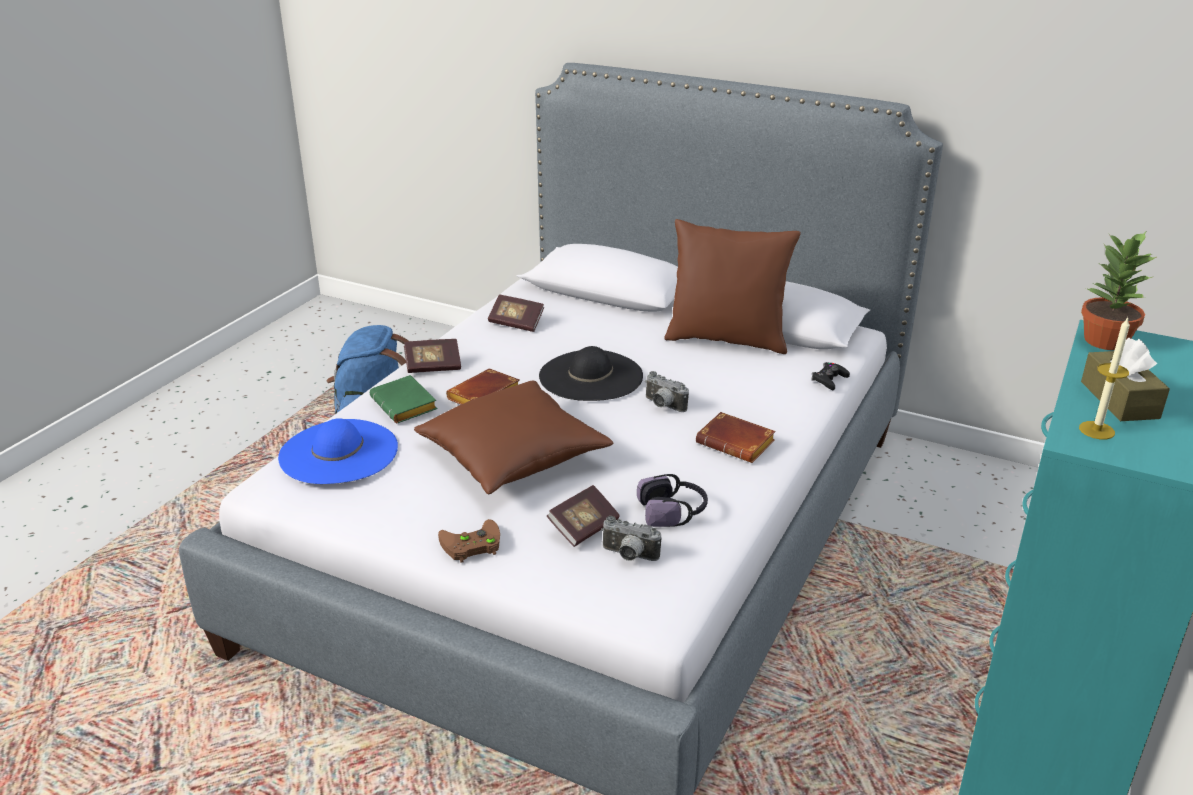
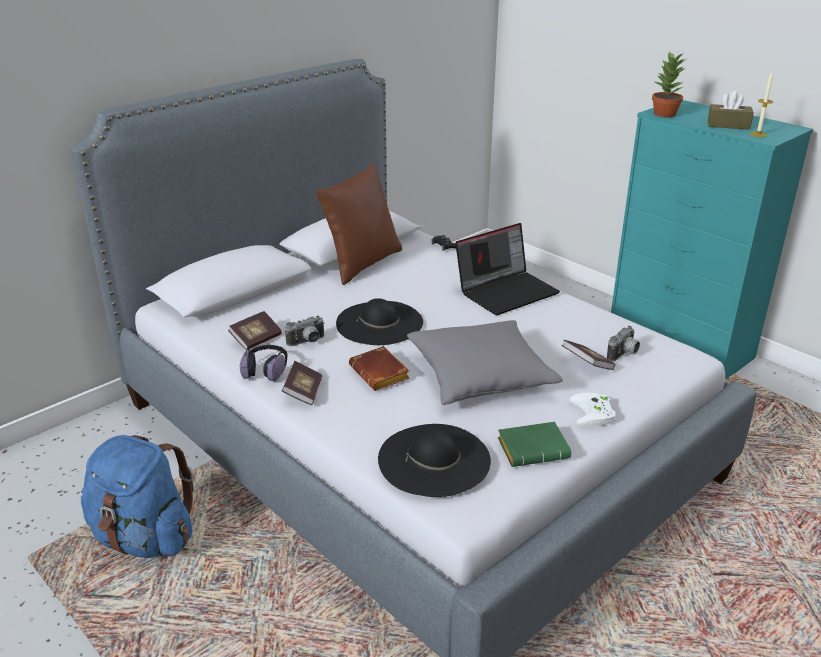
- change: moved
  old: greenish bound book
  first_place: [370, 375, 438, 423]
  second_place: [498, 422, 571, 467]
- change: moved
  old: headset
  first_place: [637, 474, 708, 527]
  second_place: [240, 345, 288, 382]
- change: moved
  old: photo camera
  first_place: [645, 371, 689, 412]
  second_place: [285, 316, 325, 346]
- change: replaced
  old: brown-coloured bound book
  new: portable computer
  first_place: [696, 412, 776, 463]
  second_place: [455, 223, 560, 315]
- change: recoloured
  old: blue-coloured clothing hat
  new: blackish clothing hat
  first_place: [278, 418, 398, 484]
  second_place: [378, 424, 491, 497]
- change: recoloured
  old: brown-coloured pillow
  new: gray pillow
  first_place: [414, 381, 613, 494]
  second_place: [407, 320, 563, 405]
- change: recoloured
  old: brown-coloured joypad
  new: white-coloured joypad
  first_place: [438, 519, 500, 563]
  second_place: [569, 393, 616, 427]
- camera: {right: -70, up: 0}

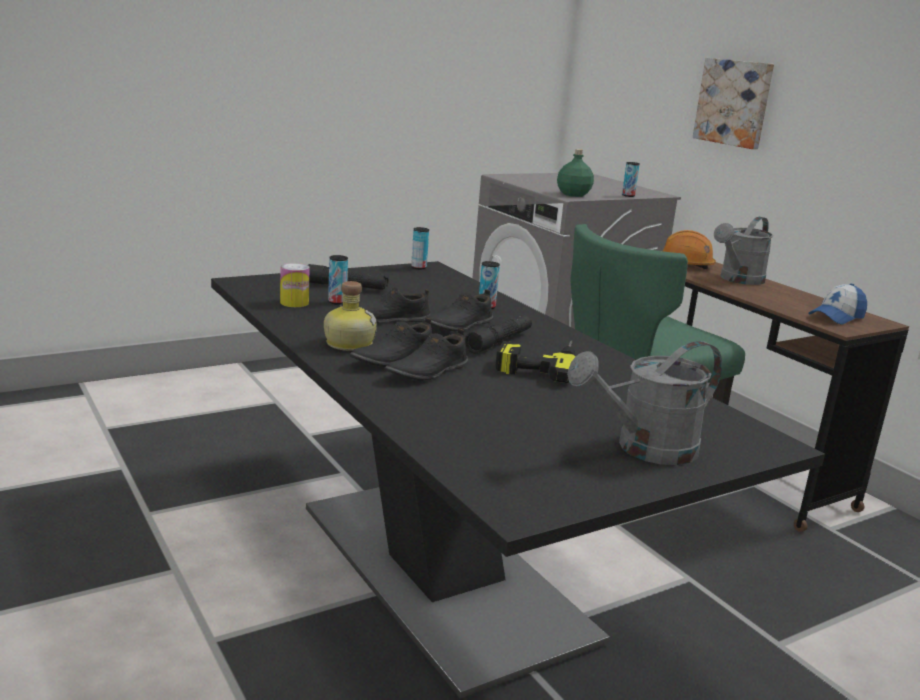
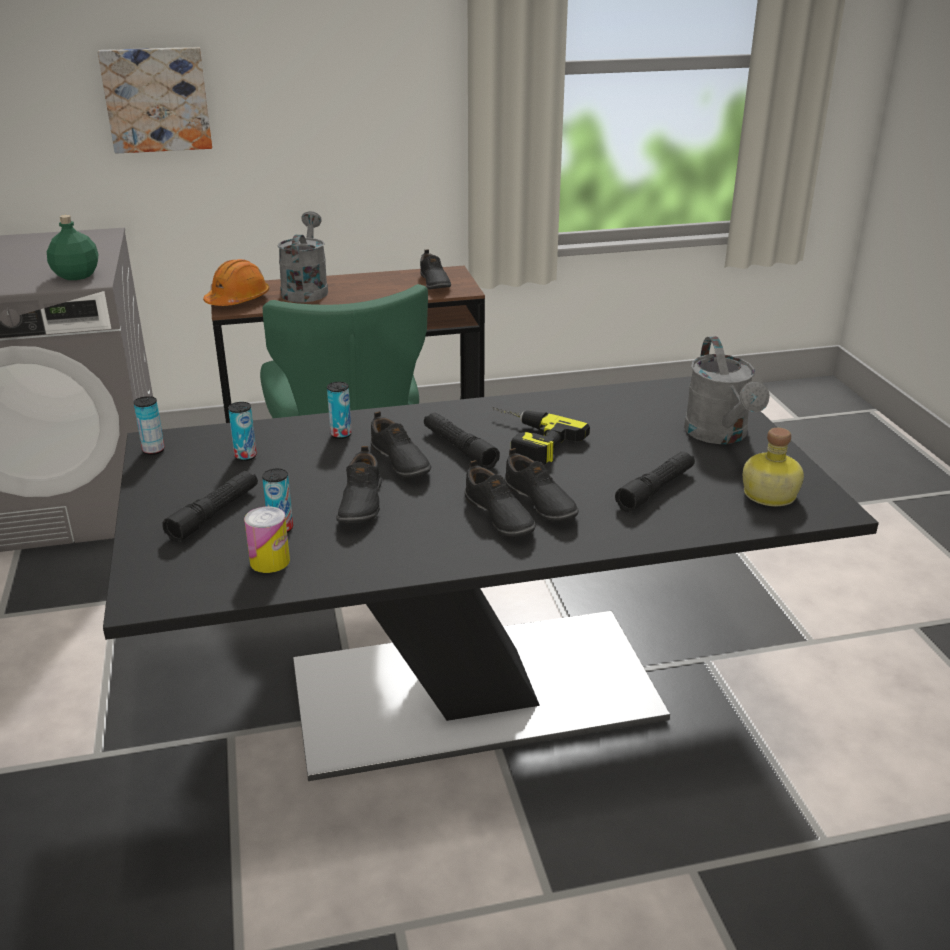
- change: added
  new: blackish hand torch
  second_place: [615, 451, 695, 512]
- change: moved
  old: beverage bottle
  first_place: [324, 281, 377, 351]
  second_place: [743, 428, 804, 506]
- change: moved
  old: can
  first_place: [622, 162, 640, 197]
  second_place: [228, 402, 257, 461]
- change: replaced
  old: peaked cap
  new: blackish shoe
  first_place: [808, 283, 867, 325]
  second_place: [420, 249, 451, 289]
- change: turned
  old: gray sprinkling can
  first_place: [714, 217, 773, 285]
  second_place: [277, 211, 328, 303]
  degrees: -150
- camera: {right: -70, up: 10}

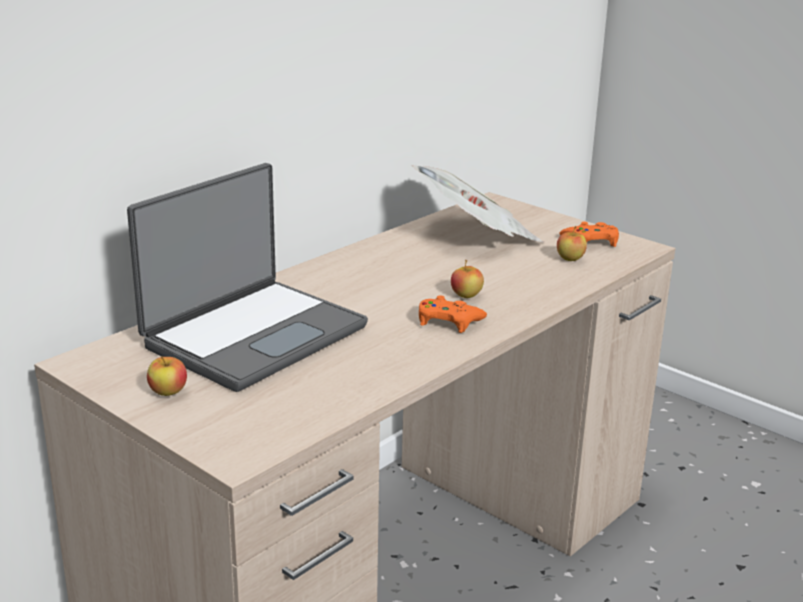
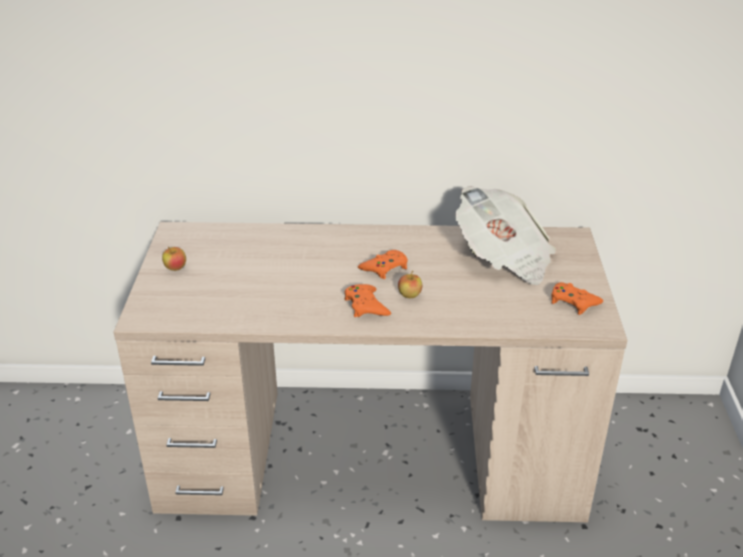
- change: removed
  old: portable computer
  first_place: [127, 163, 368, 392]
- change: removed
  old: whole apple
  first_place: [557, 226, 587, 261]
- change: added
  new: orangey joypad
  second_place: [358, 250, 408, 279]
- camera: {right: 50, up: 10}

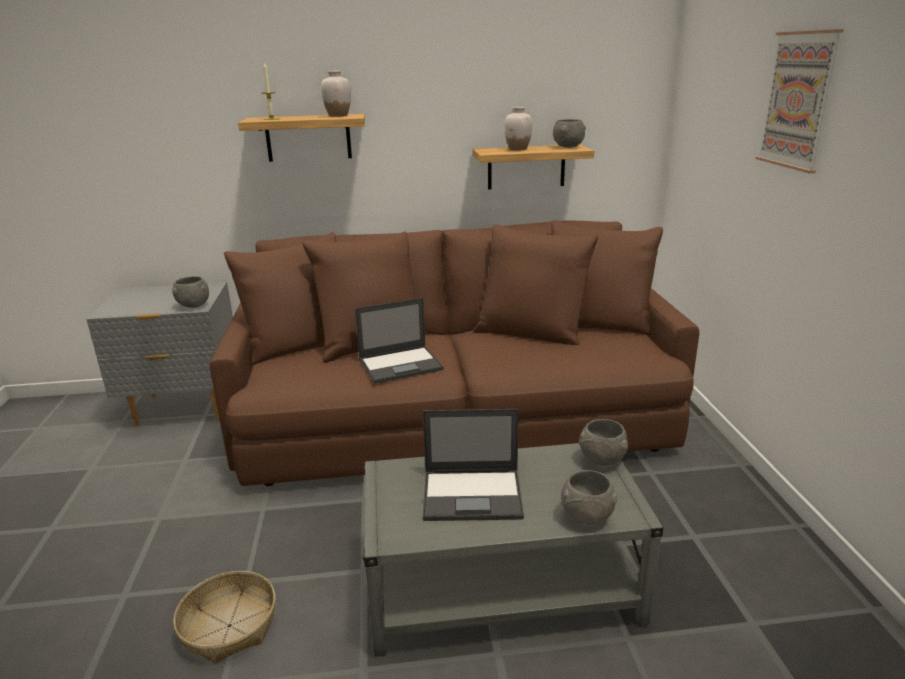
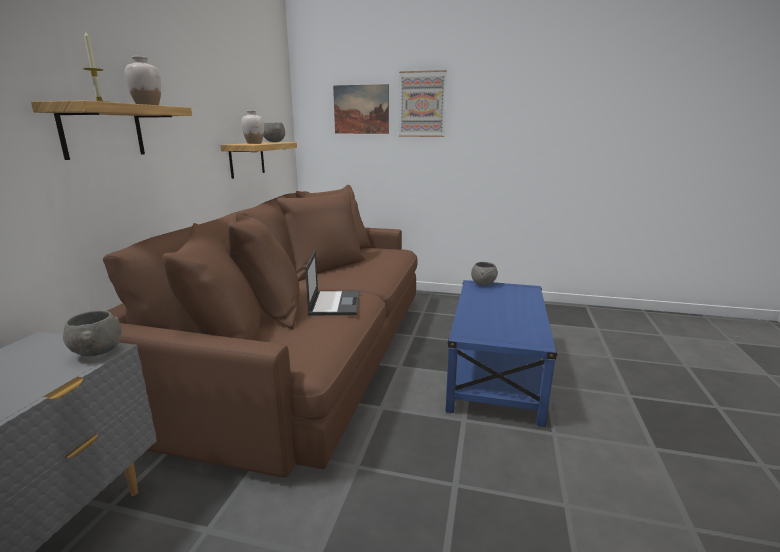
- change: removed
  old: basket
  first_place: [173, 571, 276, 664]
- change: removed
  old: portable computer
  first_place: [422, 409, 524, 521]
- change: removed
  old: gray bowl
  first_place: [561, 470, 617, 525]
- change: added
  new: picture
  second_place: [333, 84, 389, 134]
- change: recoloured
  old: gray coffee table
  new: blue-coloured coffee table
  first_place: [362, 443, 664, 657]
  second_place: [445, 280, 558, 427]
- camera: {right: -70, up: -5}

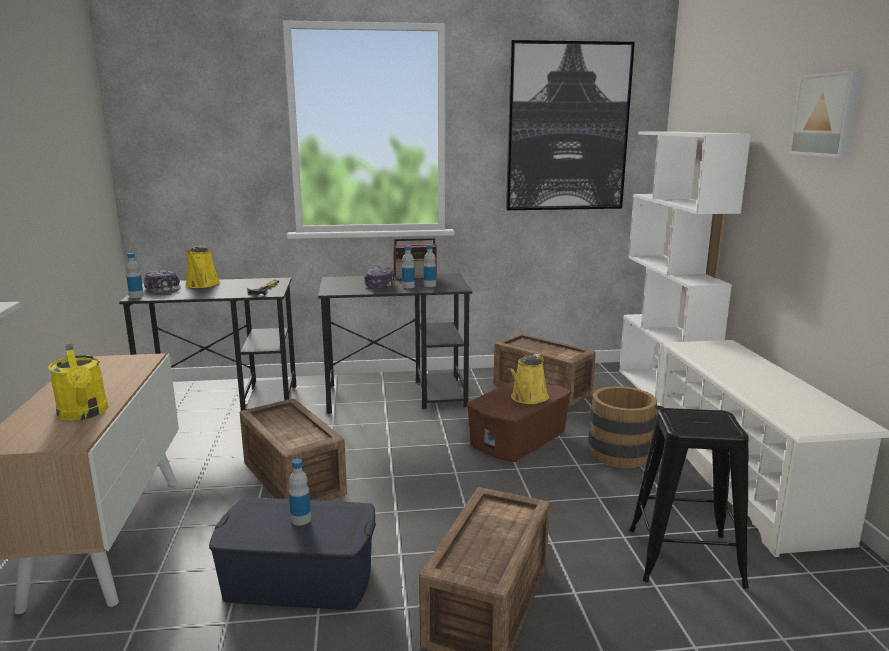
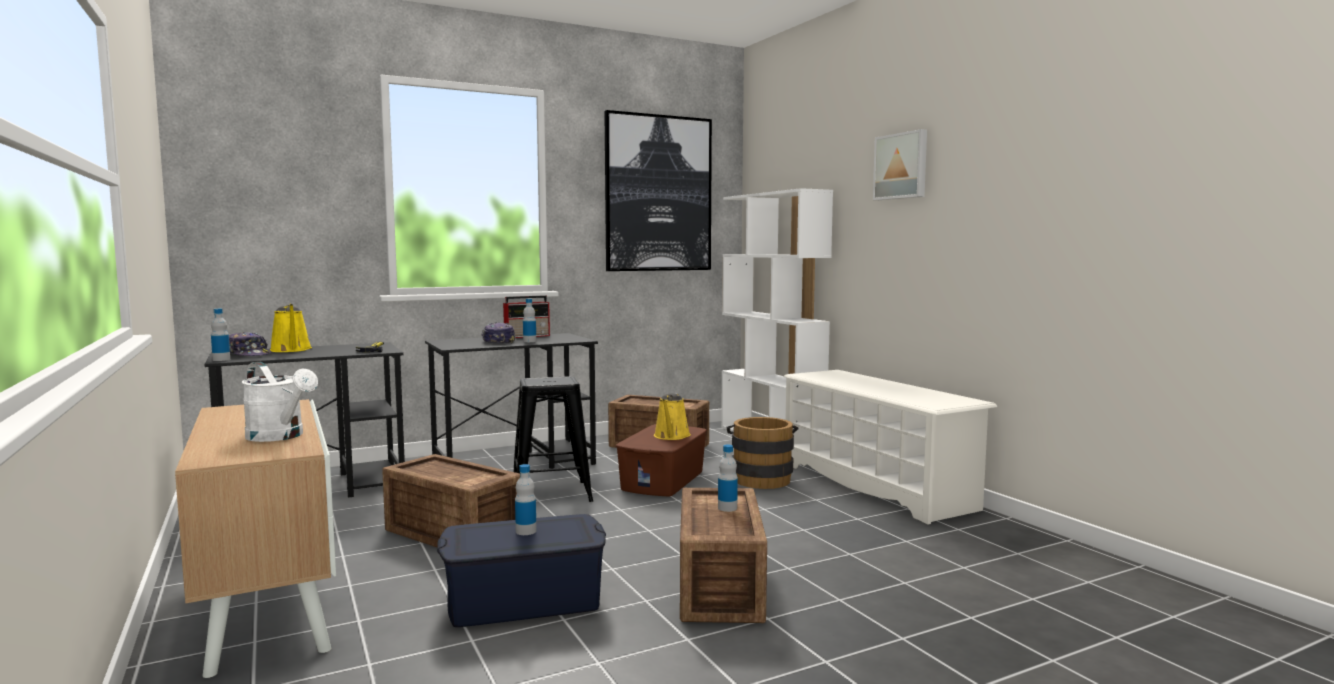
- change: moved
  old: beverage bottle
  first_place: [424, 245, 436, 287]
  second_place: [718, 445, 738, 512]
- change: moved
  old: blackish stool seat
  first_place: [629, 408, 749, 589]
  second_place: [514, 376, 593, 502]
- change: recoloured
  old: yellowish sprinkling can
  new: white-coloured sprinkling can
  first_place: [48, 343, 108, 421]
  second_place: [242, 362, 318, 442]
- camera: {right: -20, up: -10}

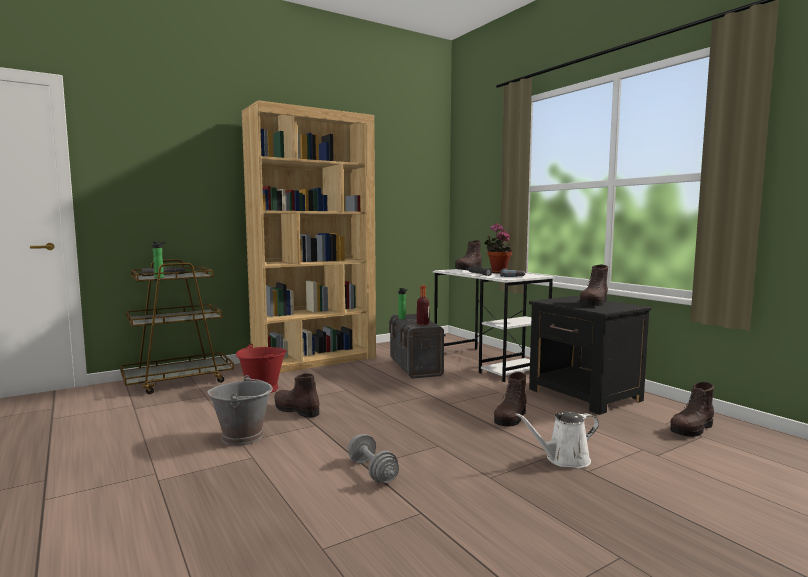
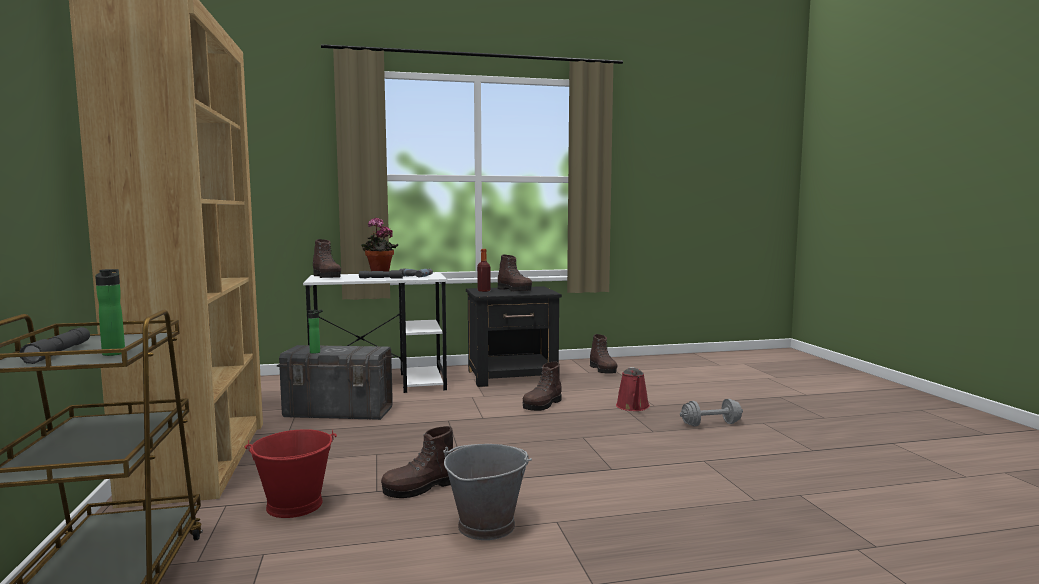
- change: moved
  old: gray free weight
  first_place: [348, 434, 399, 483]
  second_place: [680, 399, 743, 426]
- change: moved
  old: beverage bottle
  first_place: [417, 285, 429, 325]
  second_place: [477, 249, 491, 292]
- change: recoloured
  old: white-coloured sprinkling can
  new: red-coloured sprinkling can
  first_place: [515, 411, 599, 468]
  second_place: [616, 367, 650, 411]
- change: turned
  old: brown-coloured boot
  first_place: [494, 372, 527, 427]
  second_place: [523, 361, 562, 411]
  degrees: 75
- camera: {right: -70, up: 0}

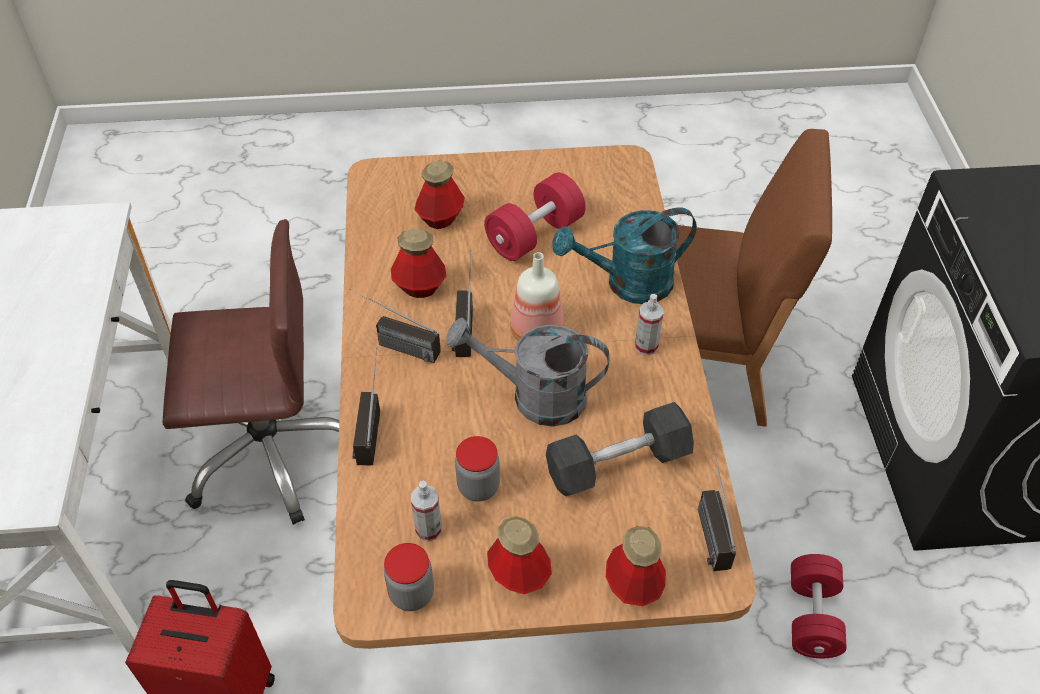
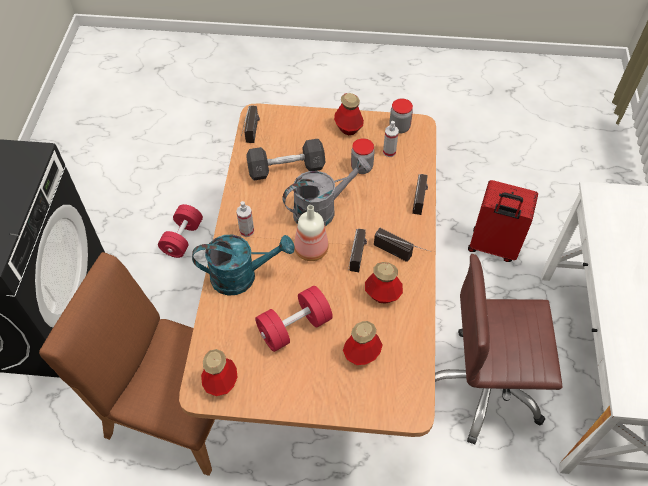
- change: moved
  old: beverage bottle
  first_place: [606, 526, 666, 606]
  second_place: [201, 349, 237, 396]
- change: turned
  old: gray sprinkling can
  first_place: [447, 318, 610, 427]
  second_place: [283, 156, 371, 226]
  degrees: -45
- camera: {right: -170, up: 5}

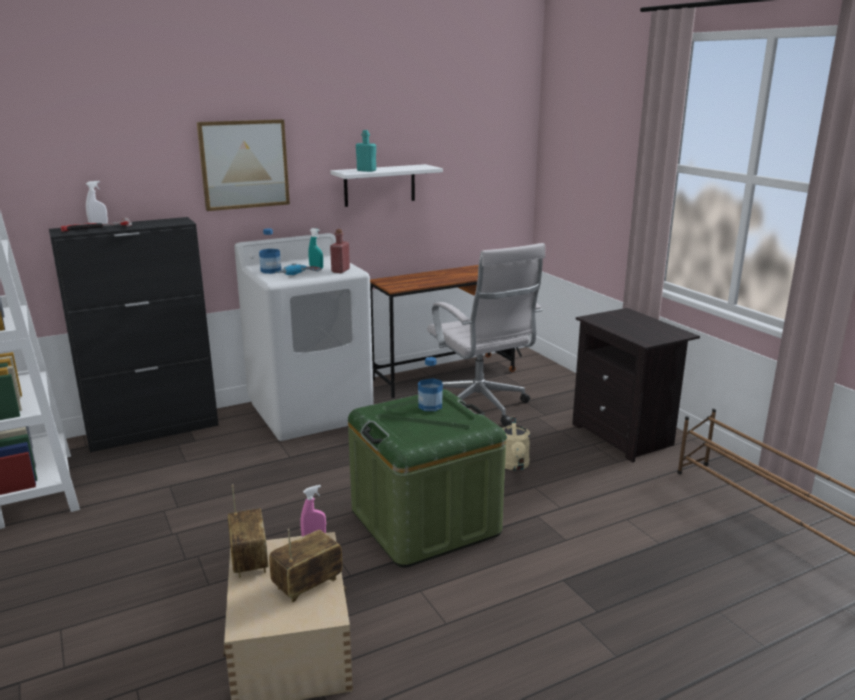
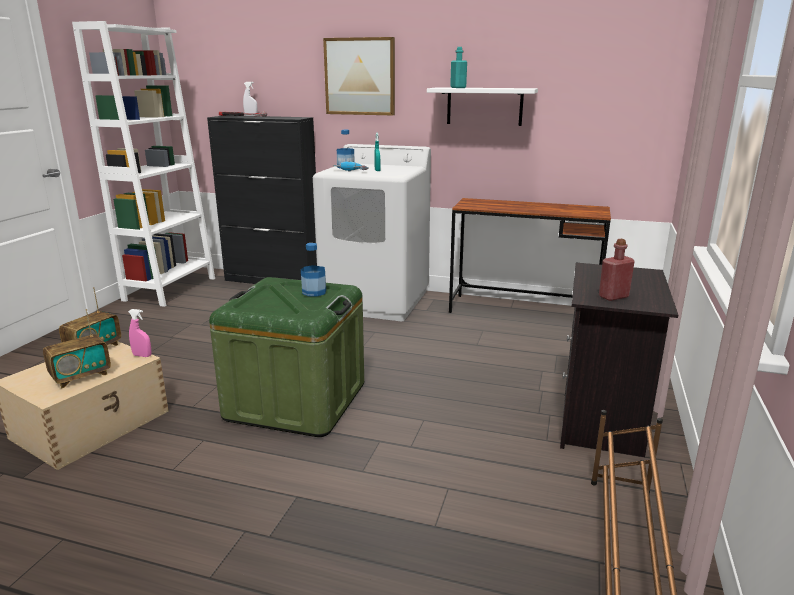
- change: removed
  old: white-coloured desk chair
  first_place: [427, 243, 545, 426]
- change: removed
  old: beige sprinkling can
  first_place: [502, 417, 530, 470]
- change: moved
  old: red-coloured beverage bottle
  first_place: [330, 229, 350, 273]
  second_place: [599, 239, 635, 301]
- change: turned
  old: radio receiver
  first_place: [269, 529, 343, 602]
  second_place: [43, 309, 111, 389]
  degrees: 135
- camera: {right: 45, up: 0}

